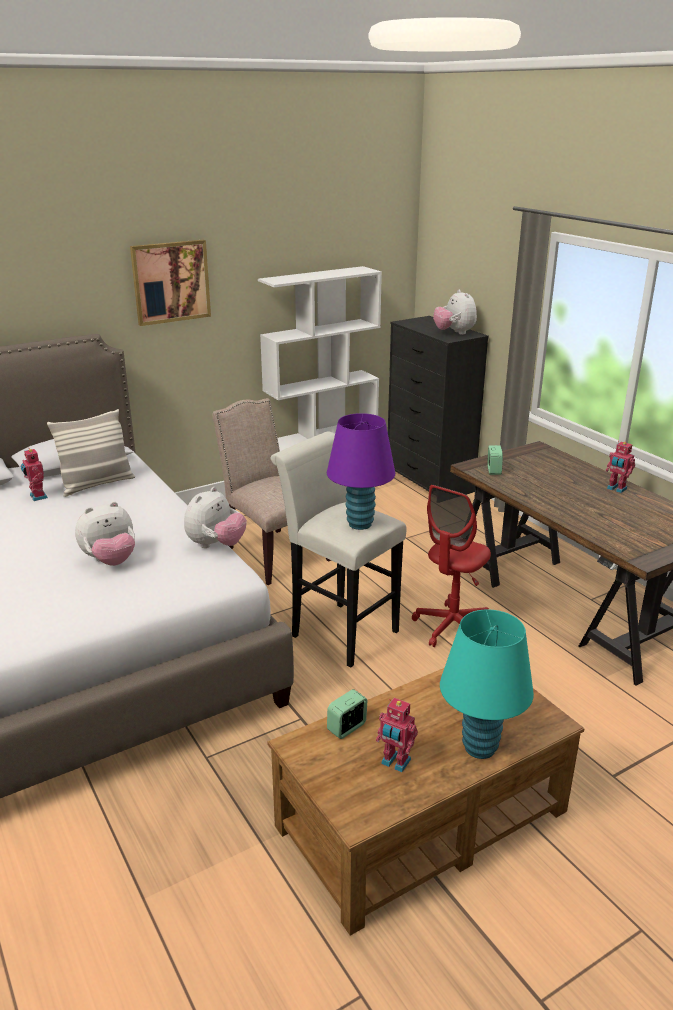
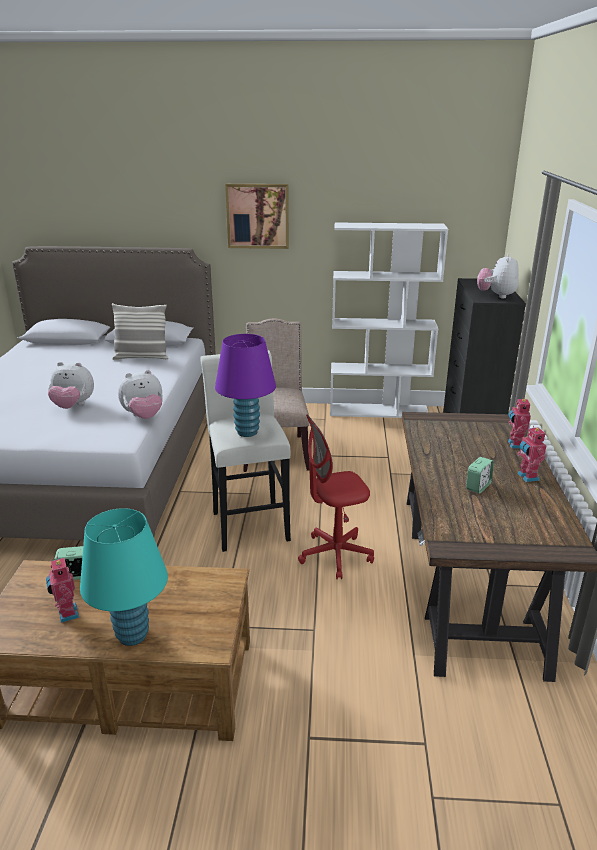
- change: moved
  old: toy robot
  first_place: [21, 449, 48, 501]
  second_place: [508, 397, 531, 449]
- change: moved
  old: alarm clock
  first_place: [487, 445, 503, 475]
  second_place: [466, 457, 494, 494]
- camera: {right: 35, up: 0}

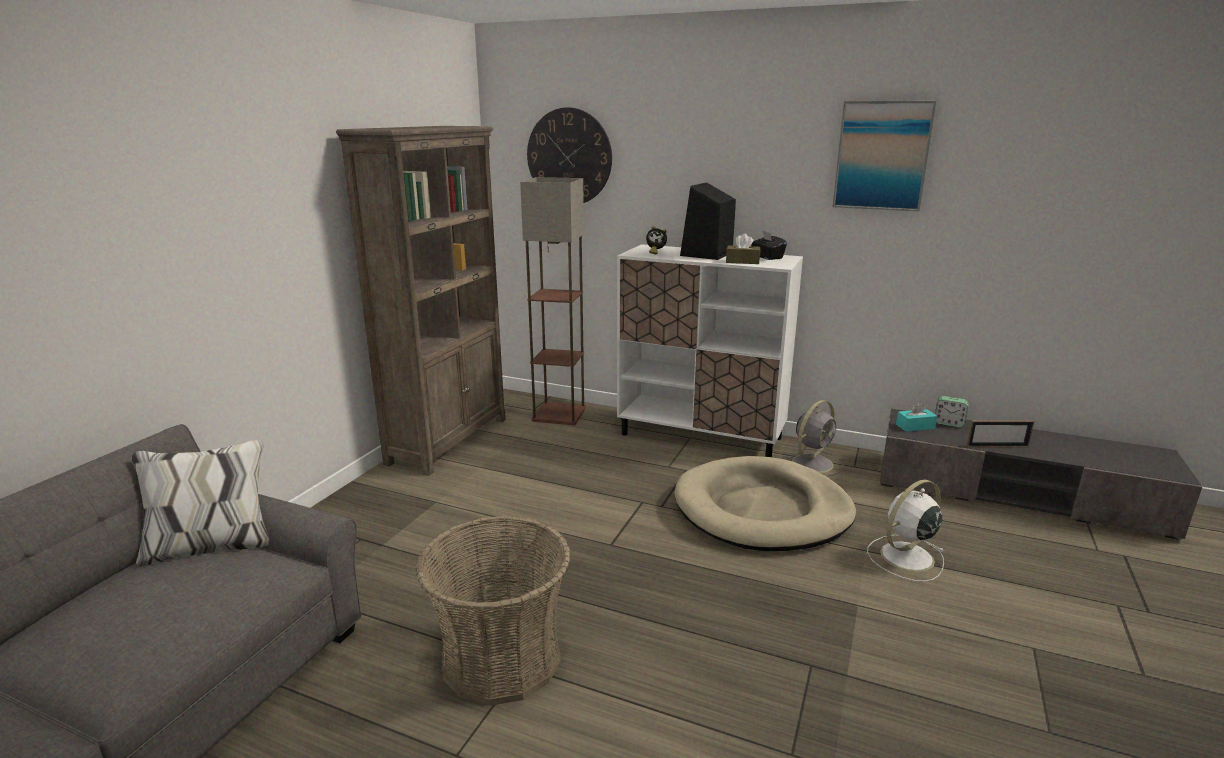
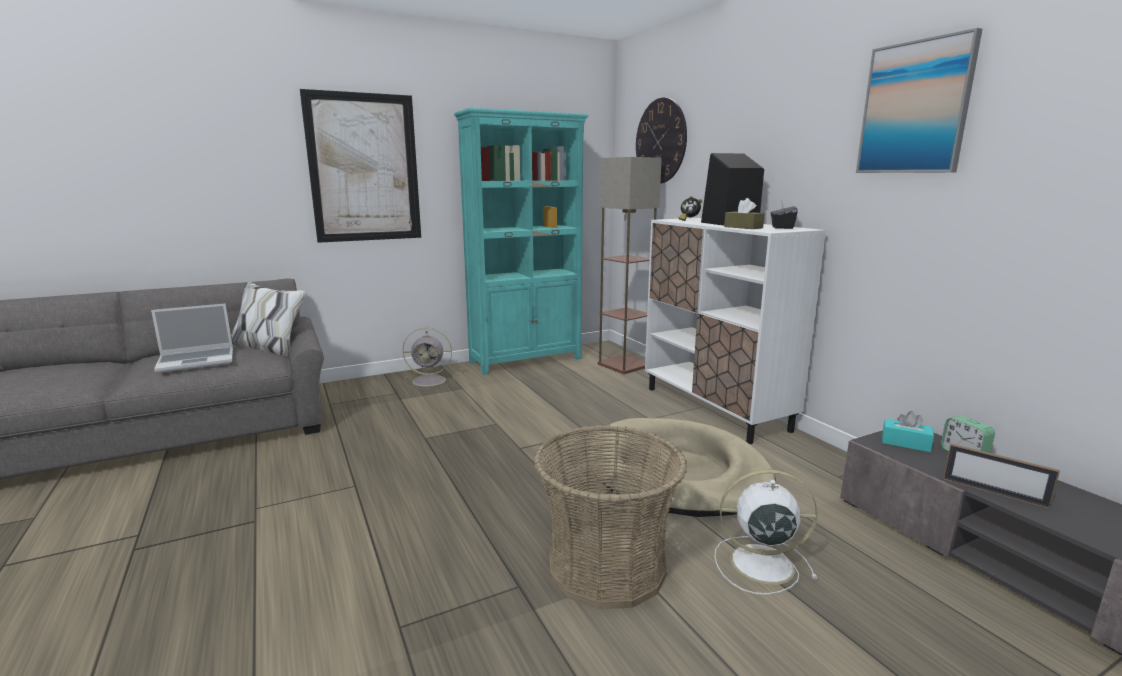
- change: added
  new: portable computer
  second_place: [151, 304, 233, 373]
- change: added
  new: picture
  second_place: [300, 89, 421, 243]
- change: moved
  old: basket
  first_place: [416, 516, 571, 706]
  second_place: [533, 425, 687, 609]
- change: moved
  old: gray electric fan
  first_place: [786, 400, 844, 477]
  second_place: [402, 328, 454, 389]
- change: recoloured
  old: brown-coloured shelving unit
  new: turquoise shelving unit
  first_place: [336, 126, 506, 476]
  second_place: [454, 108, 588, 375]
- camera: {right: 40, up: -5}

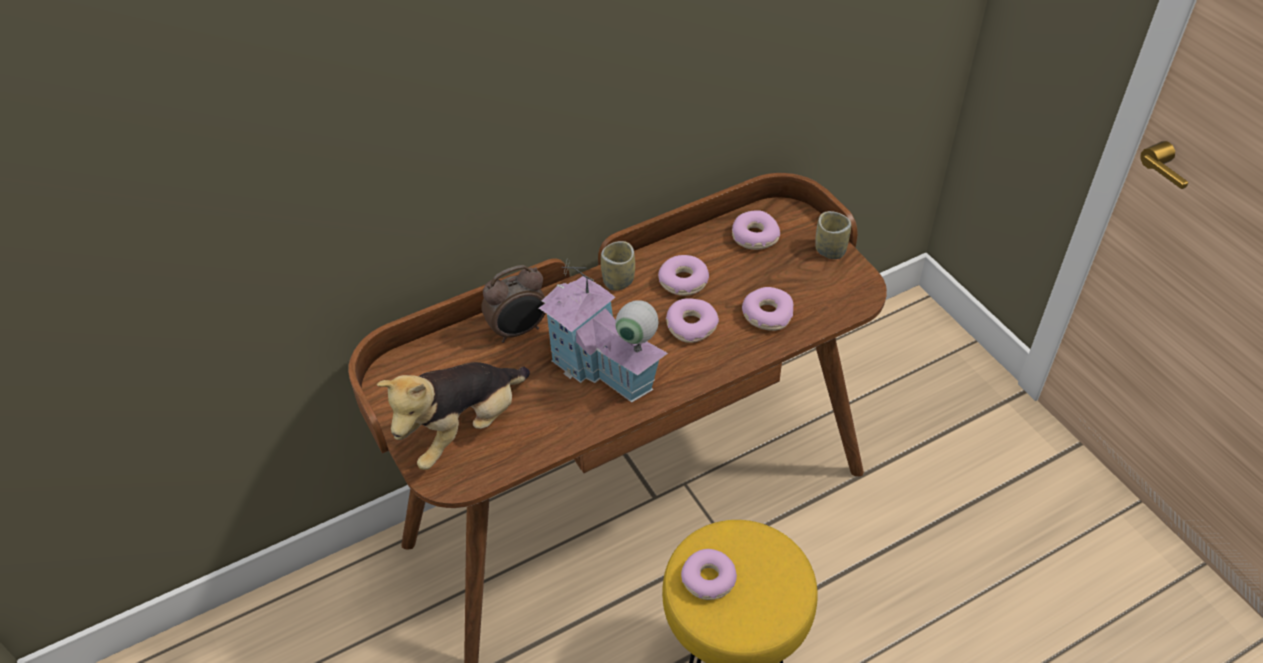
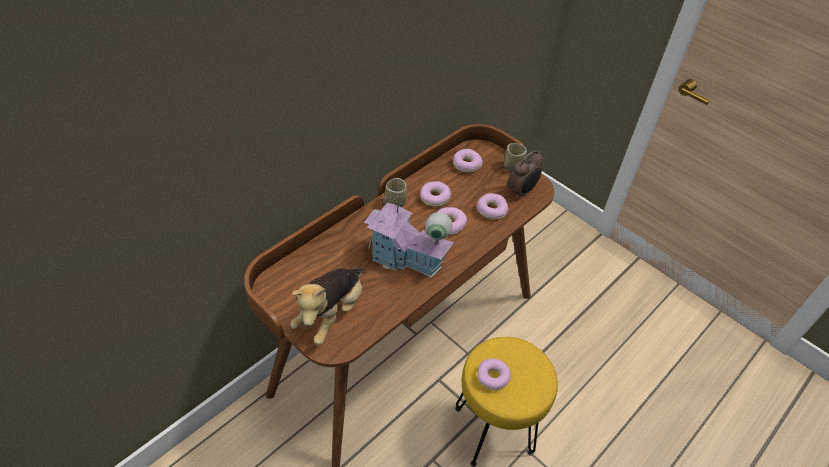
- change: moved
  old: alarm clock
  first_place: [481, 265, 545, 343]
  second_place: [507, 150, 543, 200]
- camera: {right: -20, up: 0}

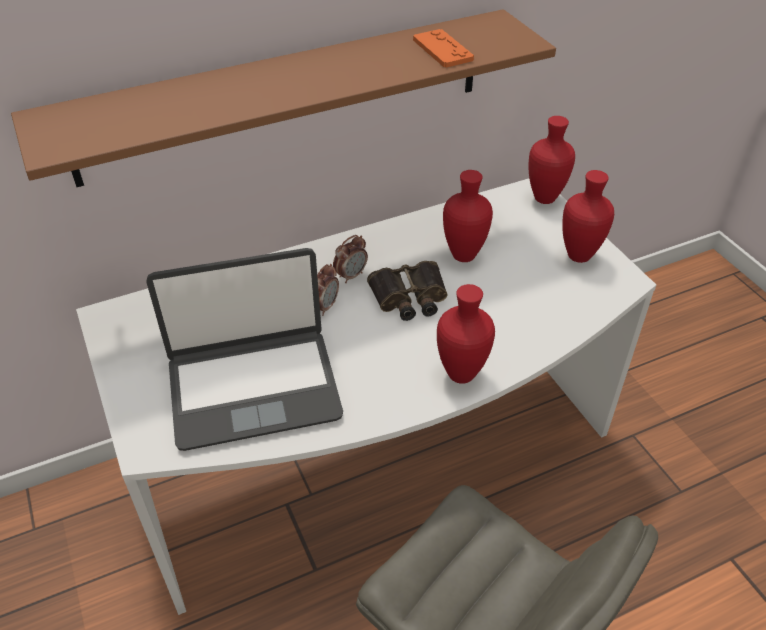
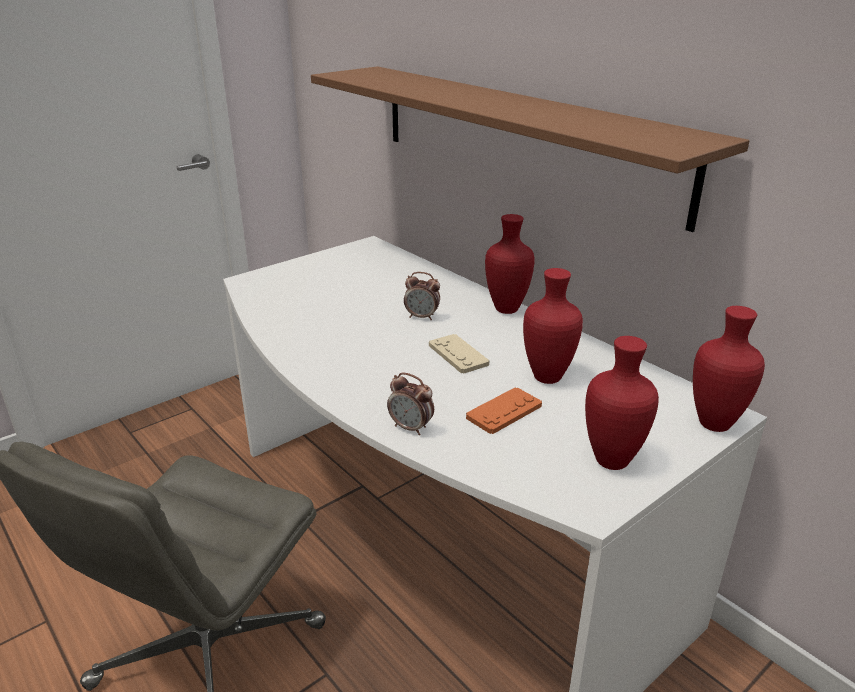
- change: removed
  old: portable computer
  first_place: [146, 248, 343, 451]
- change: moved
  old: alarm clock
  first_place: [333, 235, 368, 283]
  second_place: [387, 373, 434, 435]
- change: moved
  old: orangey joypad
  first_place: [413, 29, 474, 68]
  second_place: [466, 388, 542, 434]
- change: moved
  old: red-coloured flower vase
  first_place: [437, 284, 495, 384]
  second_place: [485, 214, 535, 314]
- change: replaced
  old: binoculars
  new: beige joypad
  first_place: [367, 261, 448, 321]
  second_place: [429, 334, 489, 374]
- camera: {right: 75, up: -15}

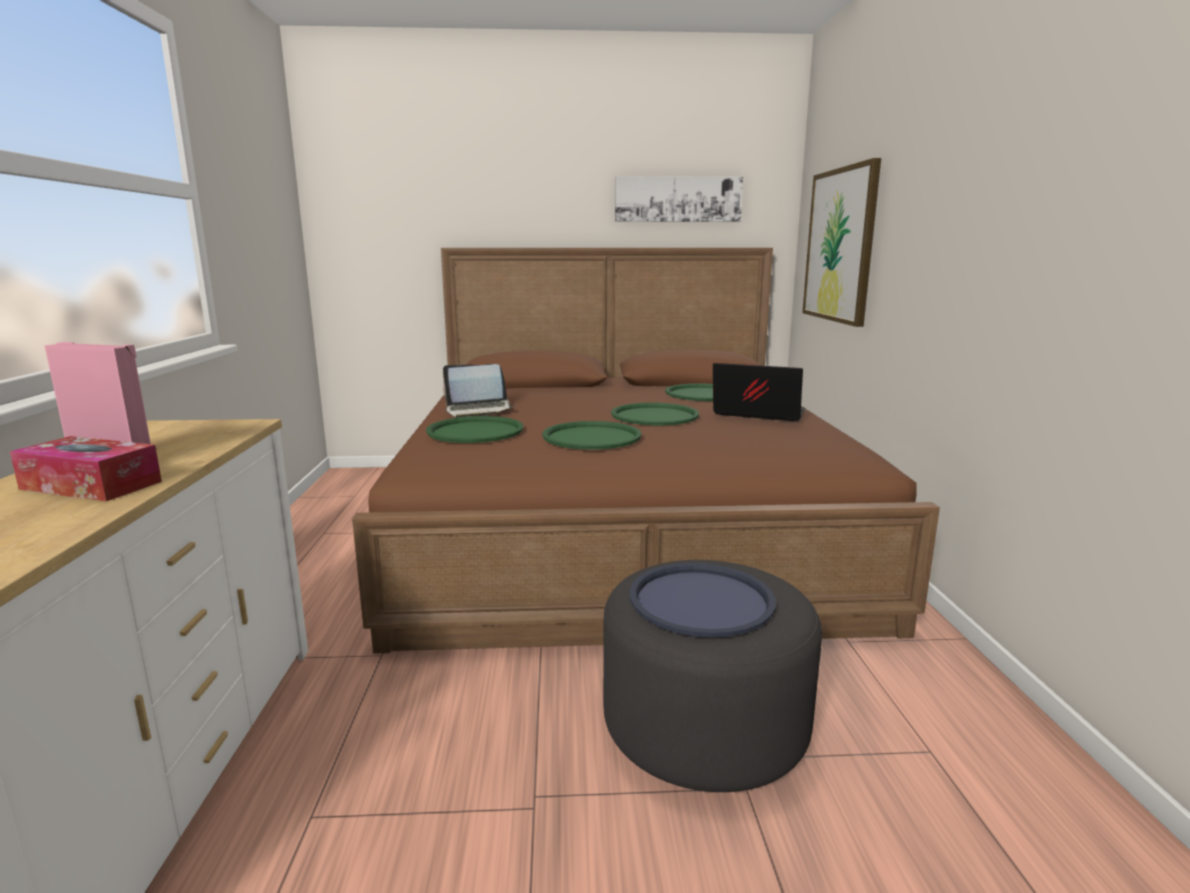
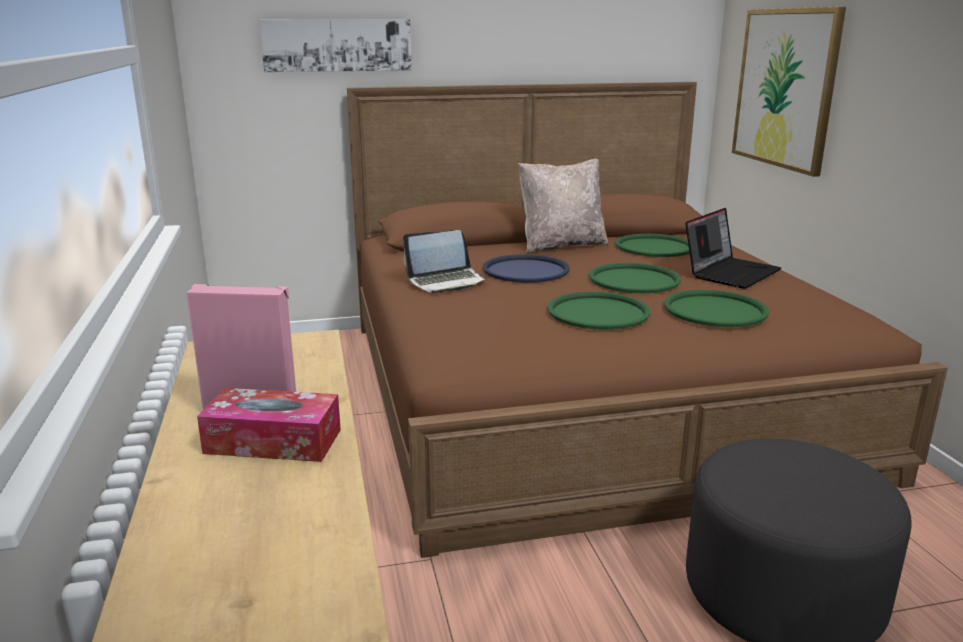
- change: added
  new: beige pillow
  second_place: [518, 159, 609, 253]
- change: moved
  old: greenish serving tray
  first_place: [426, 416, 523, 443]
  second_place: [664, 290, 769, 327]
- change: moved
  old: picture
  first_place: [615, 176, 743, 222]
  second_place: [259, 19, 412, 72]
- change: moved
  old: blue-coloured serving tray
  first_place: [629, 563, 776, 637]
  second_place: [482, 254, 570, 283]
- change: turned
  old: portable computer
  first_place: [713, 363, 805, 421]
  second_place: [685, 208, 781, 289]
  degrees: 120
- camera: {right: -10, up: 5}

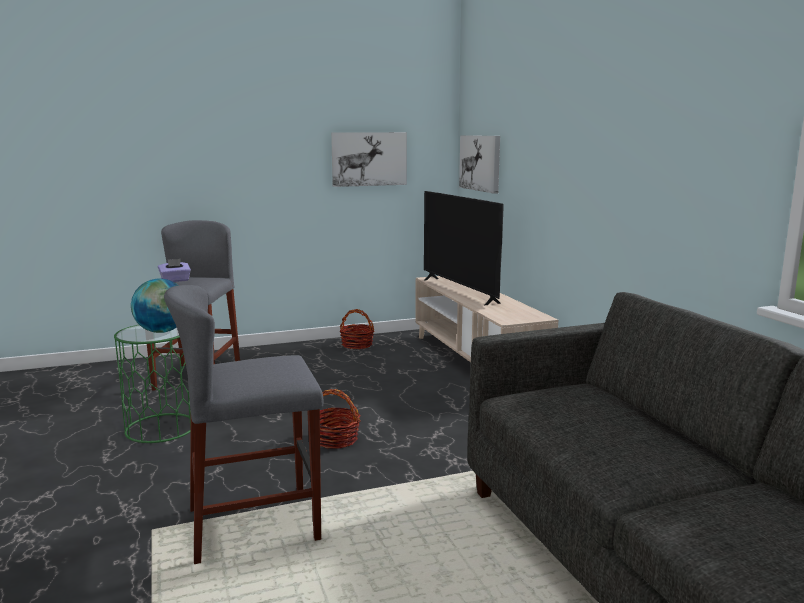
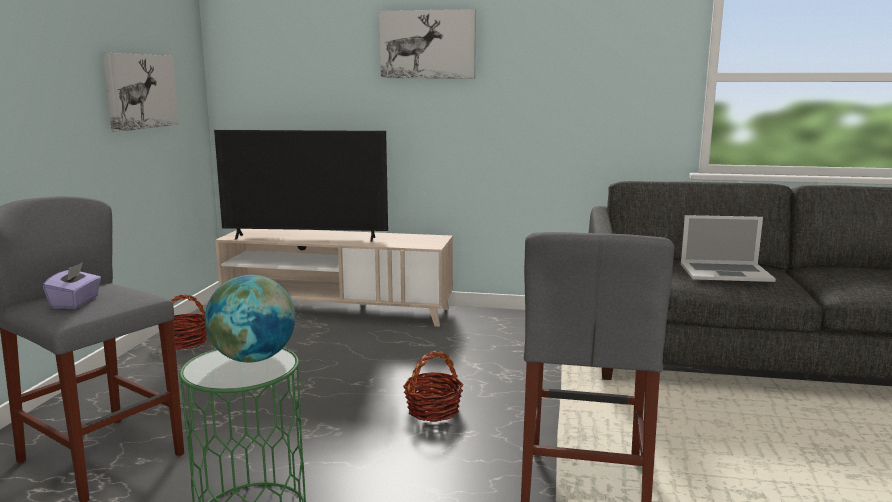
- change: added
  new: portable computer
  second_place: [681, 215, 776, 282]
- change: moved
  old: picture
  first_place: [459, 135, 500, 194]
  second_place: [379, 9, 476, 78]
- camera: {right: -60, up: 0}

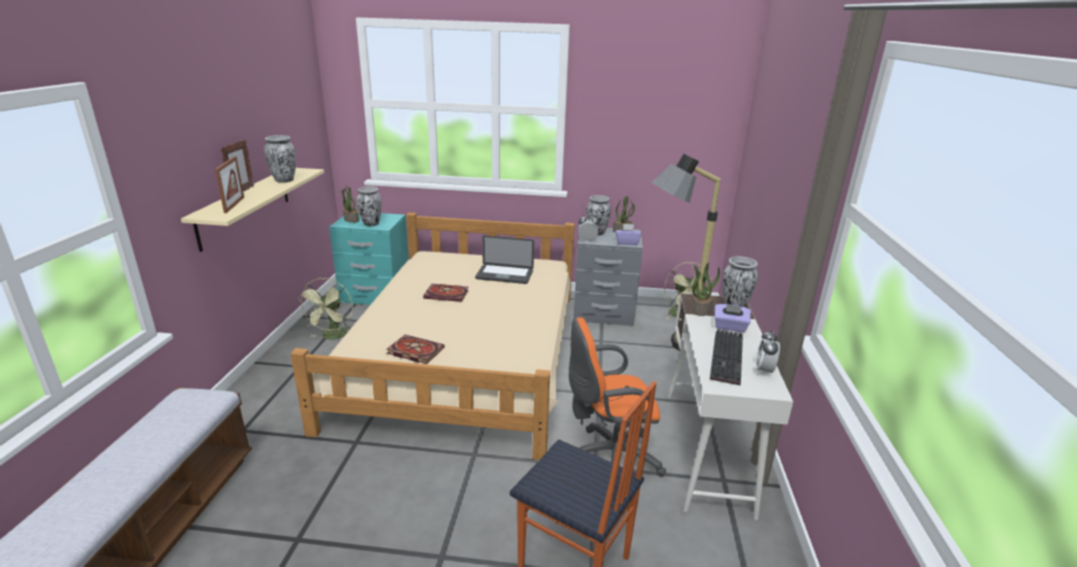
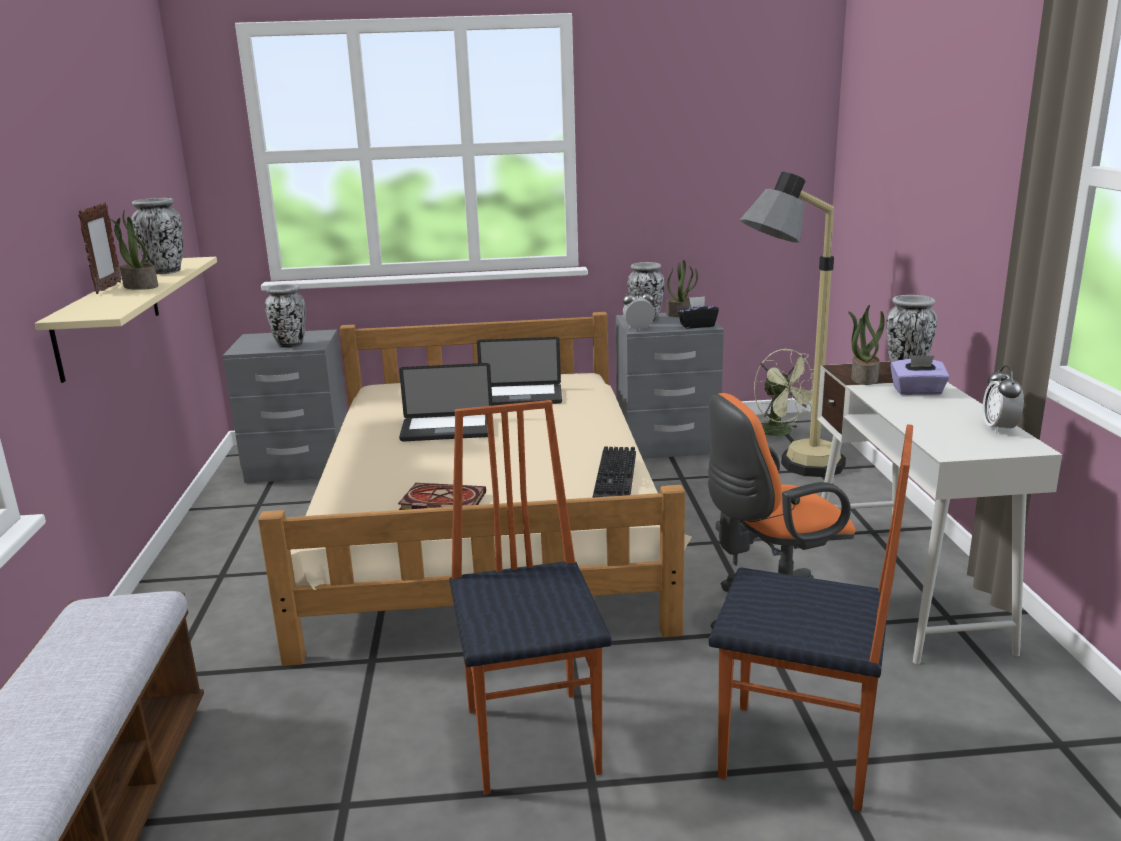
- change: removed
  old: photo frame
  first_place: [215, 156, 244, 213]
- change: removed
  old: greenish electric fan
  first_place: [297, 278, 353, 339]
- change: added
  new: chair
  second_place: [449, 400, 612, 795]
- change: moved
  old: potted plant
  first_place: [340, 185, 359, 223]
  second_place: [110, 210, 158, 290]
- change: moved
  old: computer keyboard
  first_place: [710, 329, 743, 385]
  second_place: [593, 446, 636, 497]
- change: replaced
  old: bound book
  new: portable computer
  first_place: [423, 284, 468, 302]
  second_place: [399, 363, 493, 442]
- change: recoloured
  old: turquoise nightstand
  new: gray nightstand
  first_place: [329, 212, 409, 305]
  second_place: [222, 329, 347, 483]
- change: recoloured
  old: purple tissue holder
  new: blackish tissue holder
  first_place: [615, 224, 641, 245]
  second_place: [677, 296, 719, 329]
- camera: {right: -10, up: -5}

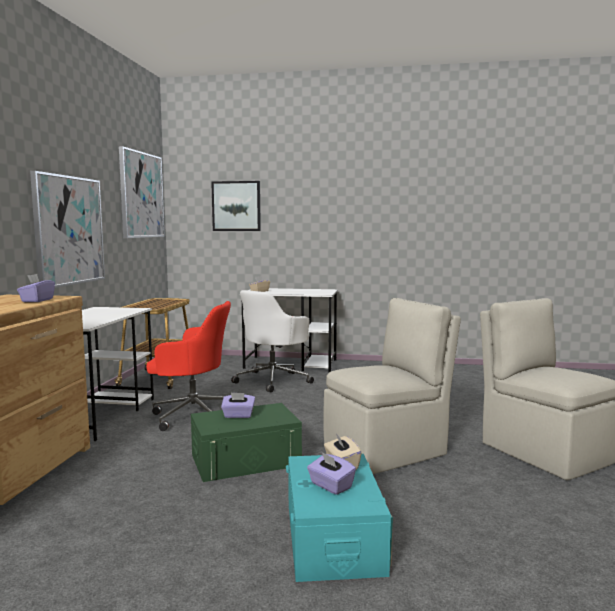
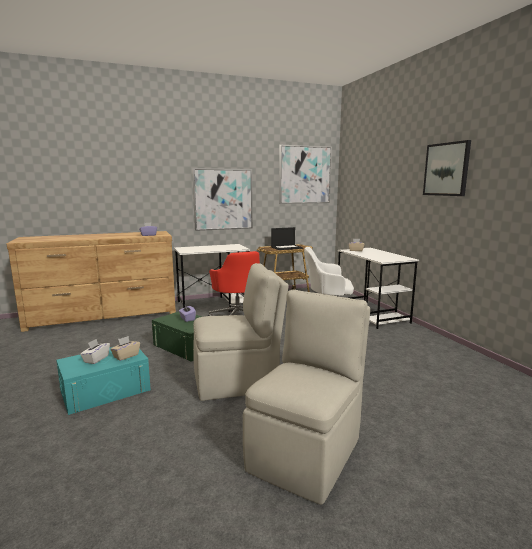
- change: added
  new: portable computer
  second_place: [271, 227, 303, 250]
- change: moved
  old: picture
  first_place: [211, 181, 261, 231]
  second_place: [423, 140, 471, 196]
- change: recoloured
  old: purple tissue holder
  new: white-coloured tissue holder
  first_place: [307, 452, 356, 495]
  second_place: [80, 339, 110, 364]
- change: turned
  old: beige chair
  first_place: [323, 298, 461, 474]
  second_place: [193, 263, 289, 401]
  degrees: -45
- camera: {right: 60, up: 5}

